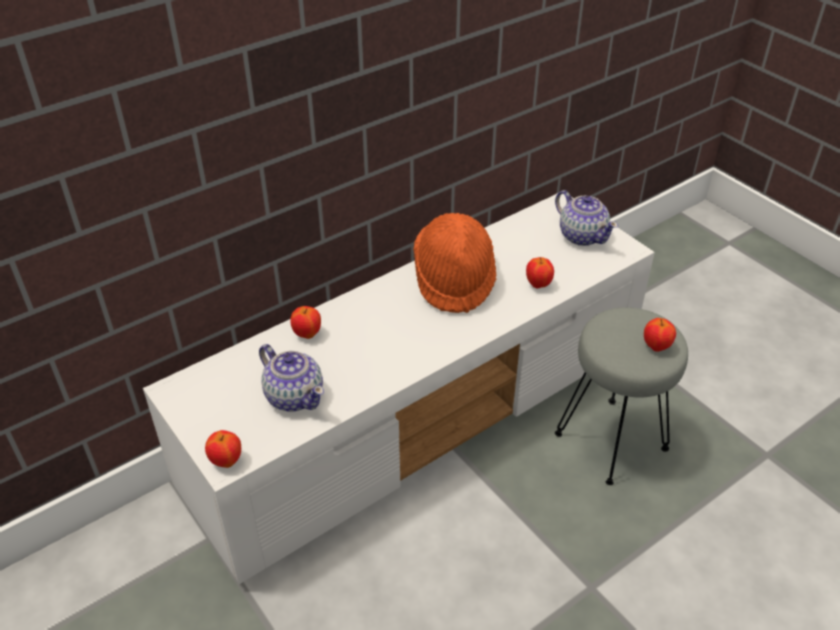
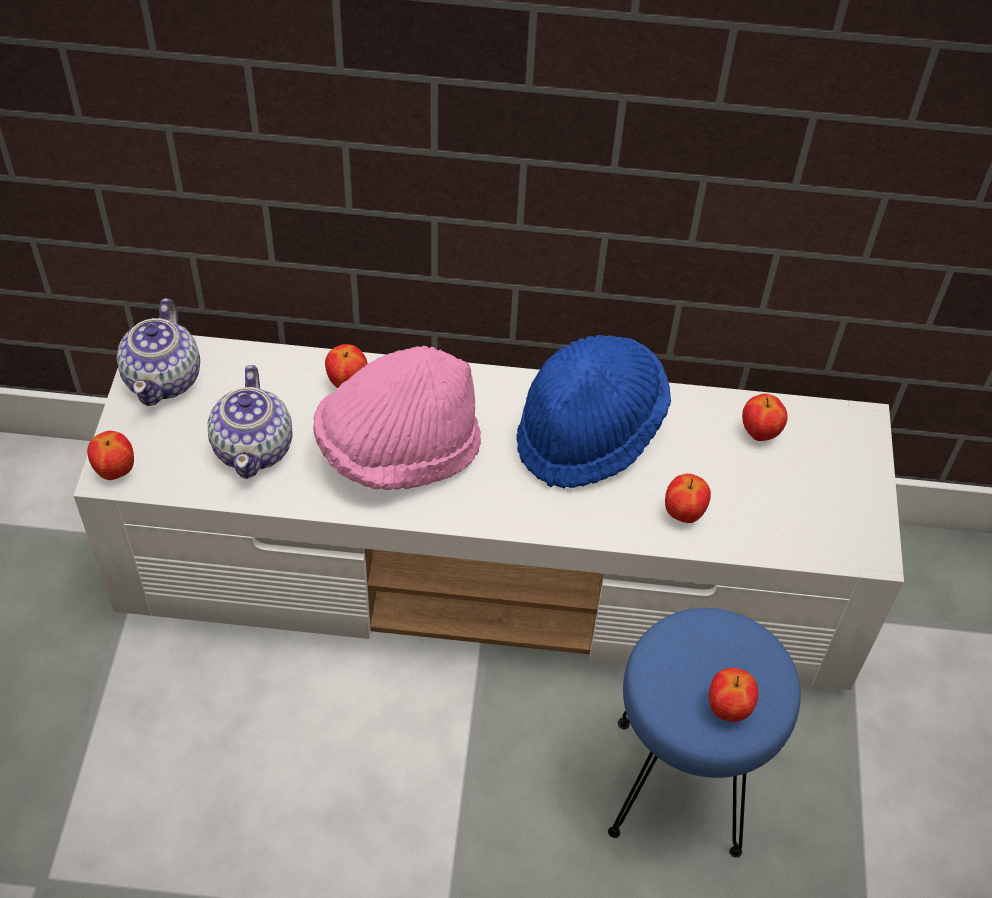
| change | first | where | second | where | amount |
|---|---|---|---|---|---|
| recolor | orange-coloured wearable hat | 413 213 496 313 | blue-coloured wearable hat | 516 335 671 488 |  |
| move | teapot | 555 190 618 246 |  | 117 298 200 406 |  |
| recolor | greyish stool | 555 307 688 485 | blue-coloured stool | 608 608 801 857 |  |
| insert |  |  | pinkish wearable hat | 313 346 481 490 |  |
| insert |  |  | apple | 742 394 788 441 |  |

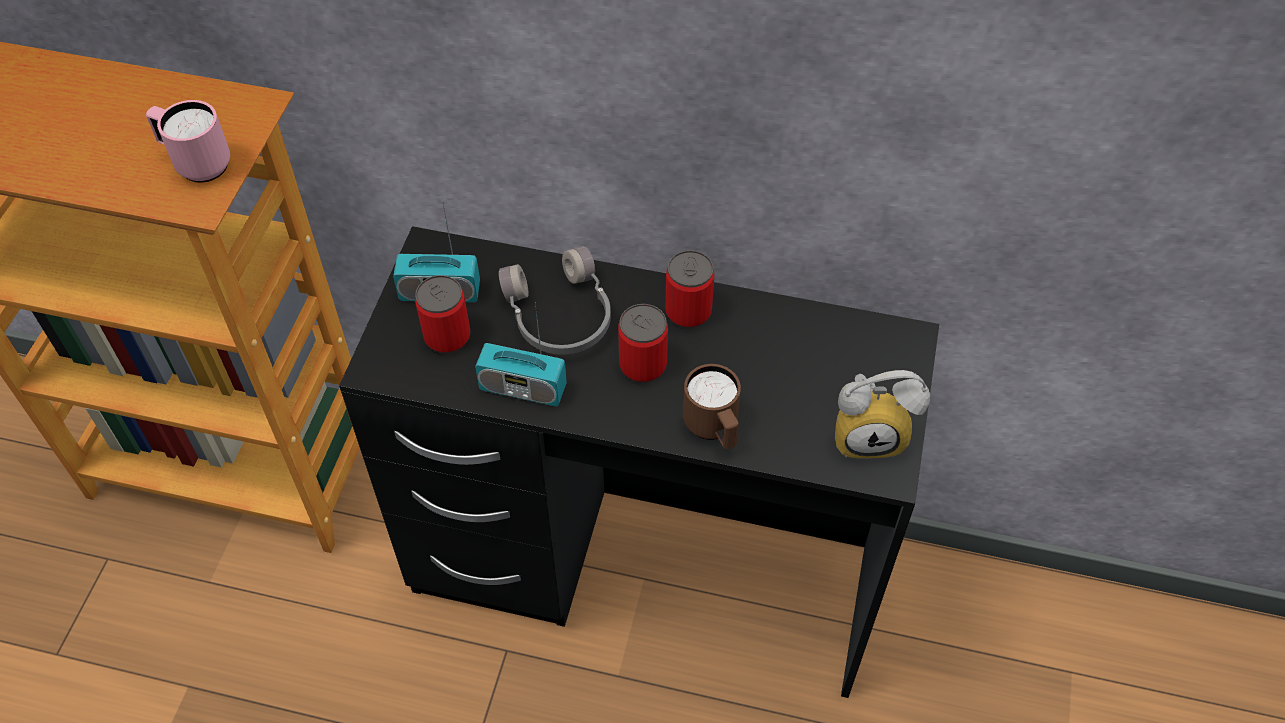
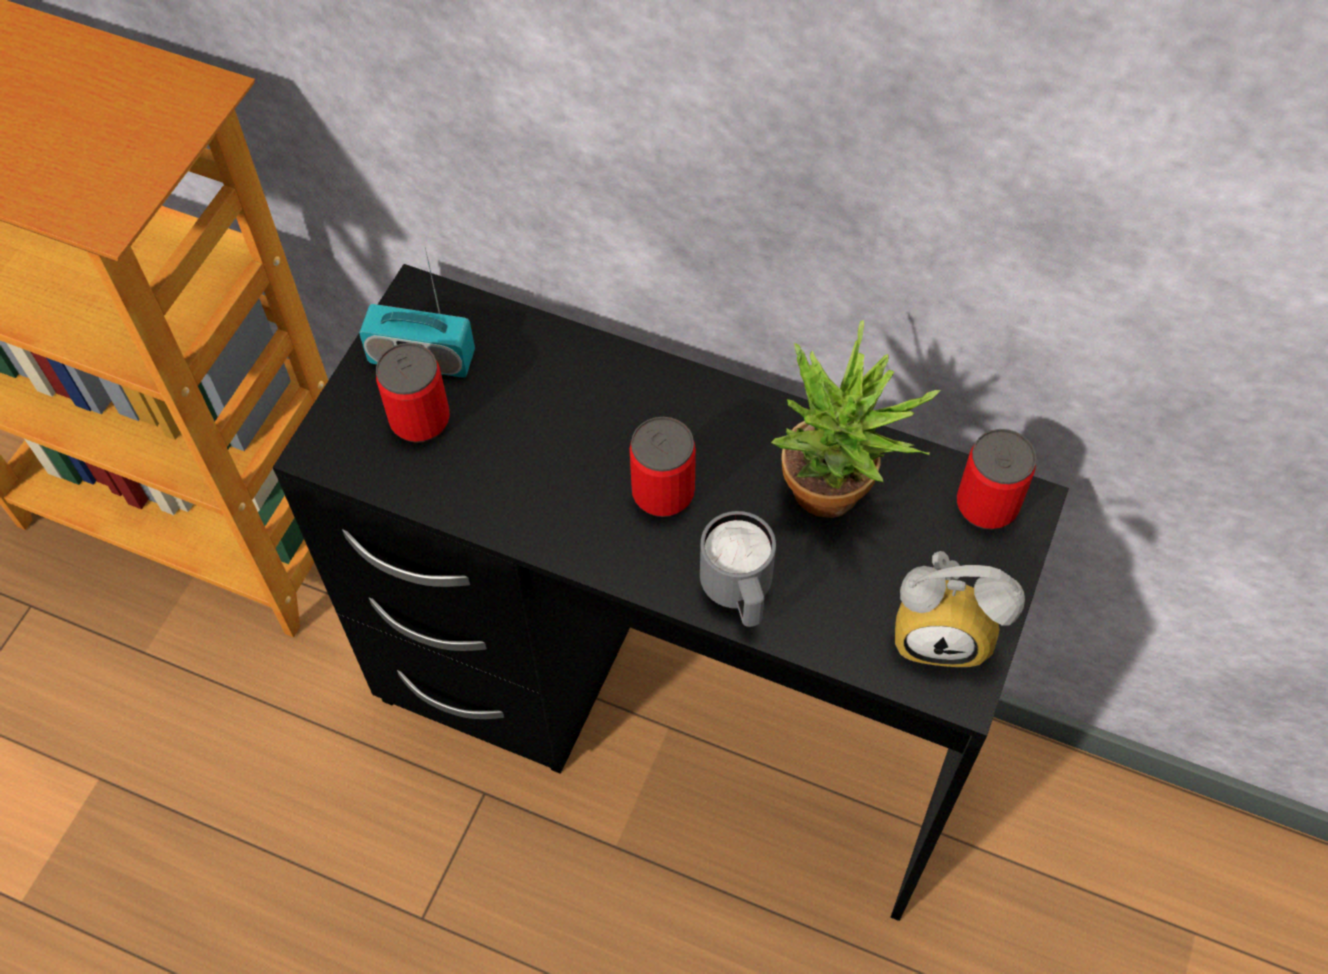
| change | first | where | second | where | amount |
|---|---|---|---|---|---|
| delete | pinkish mug | 146 100 230 183 |  |  |  |
| delete | radio set | 475 302 567 406 |  |  |  |
| delete | greyish headset | 499 246 611 355 |  |  |  |
| move | can | 665 250 714 328 |  | 957 429 1036 529 |  |
| recolor | brownish mug | 683 364 741 449 | greyish mug | 700 511 776 627 |  |
| insert |  |  | potted plant | 771 320 941 518 |  |

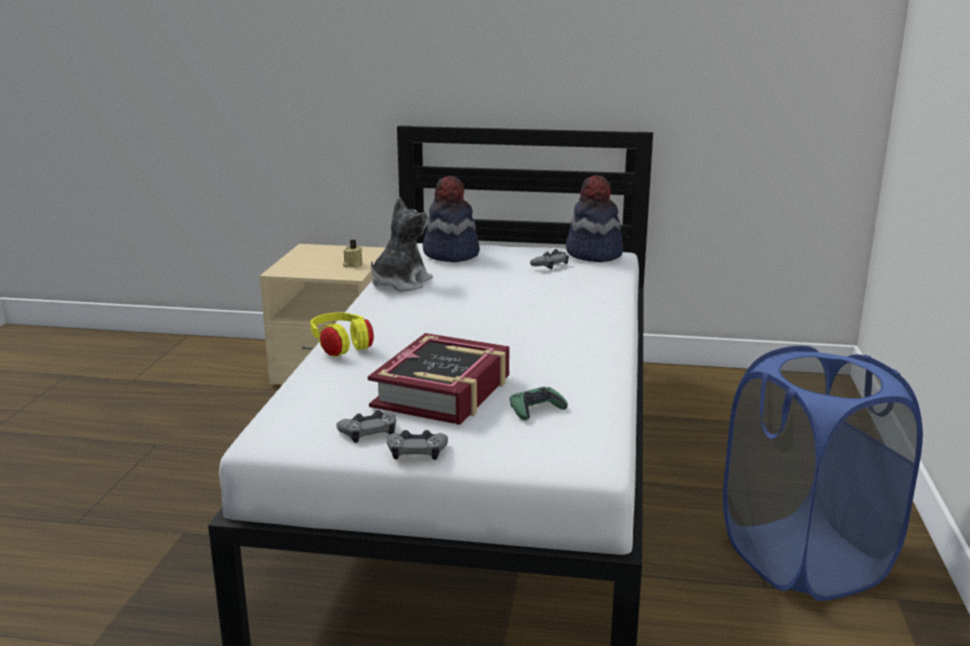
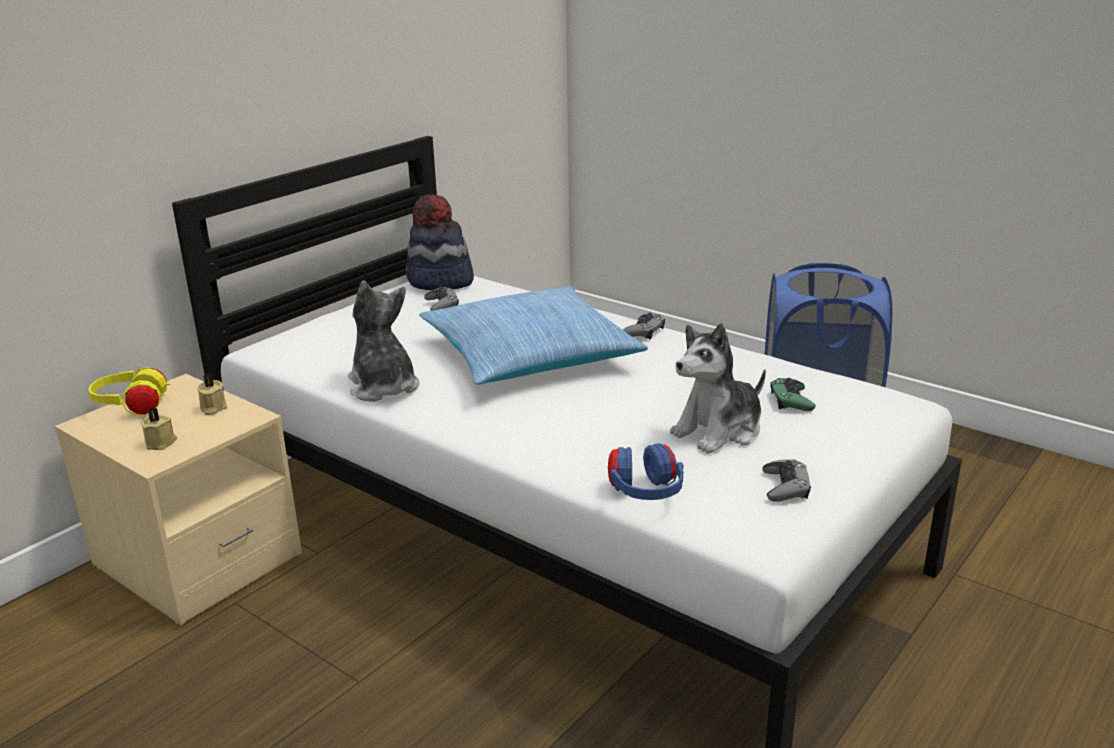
| change | first | where | second | where | amount |
|---|---|---|---|---|---|
| move | yellow-coloured headset | 310 312 374 357 |  | 89 367 171 415 |  |
| replace | bound book | 368 333 509 425 | plush toy | 670 323 766 454 |  |
| move | greyish joypad | 387 430 448 460 |  | 623 312 665 340 |  |
| delete | wearable hat | 423 175 480 262 |  |  |  |
| insert |  |  | sand-coloured wax candle | 141 408 177 450 |  |
| insert |  |  | cushion | 419 286 648 385 |  |
| insert |  |  | blue-coloured headset | 608 443 683 500 |  |

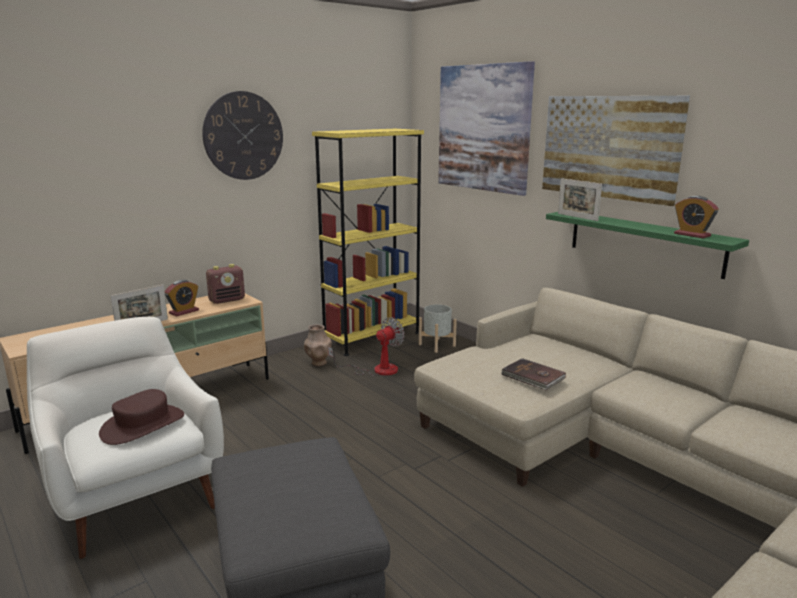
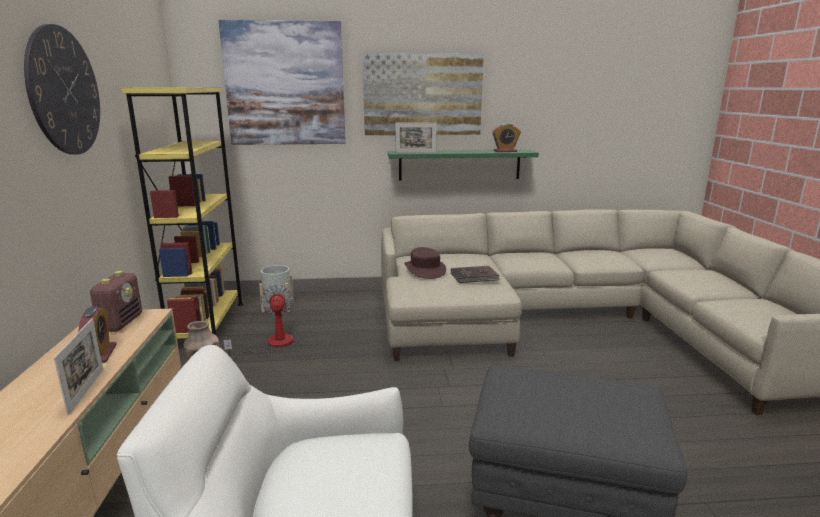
| change | first | where | second | where | amount |
|---|---|---|---|---|---|
| move | brownish wearable hat | 99 389 184 445 |  | 404 247 446 279 |  |

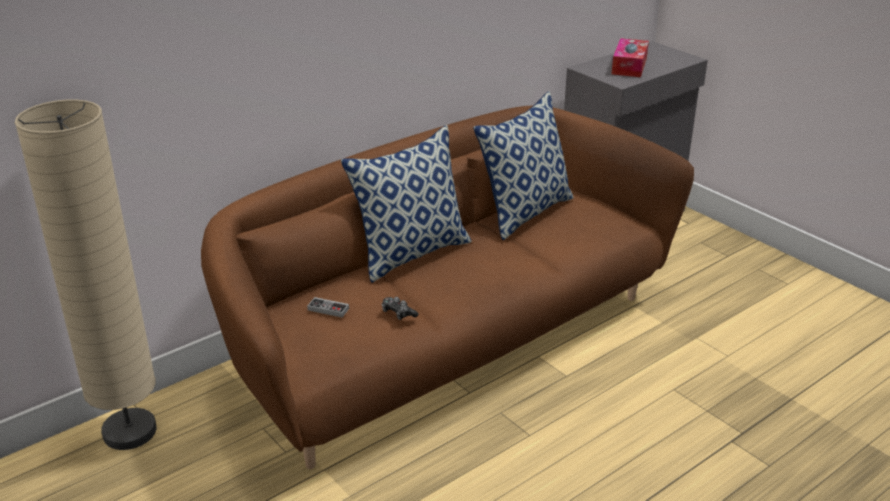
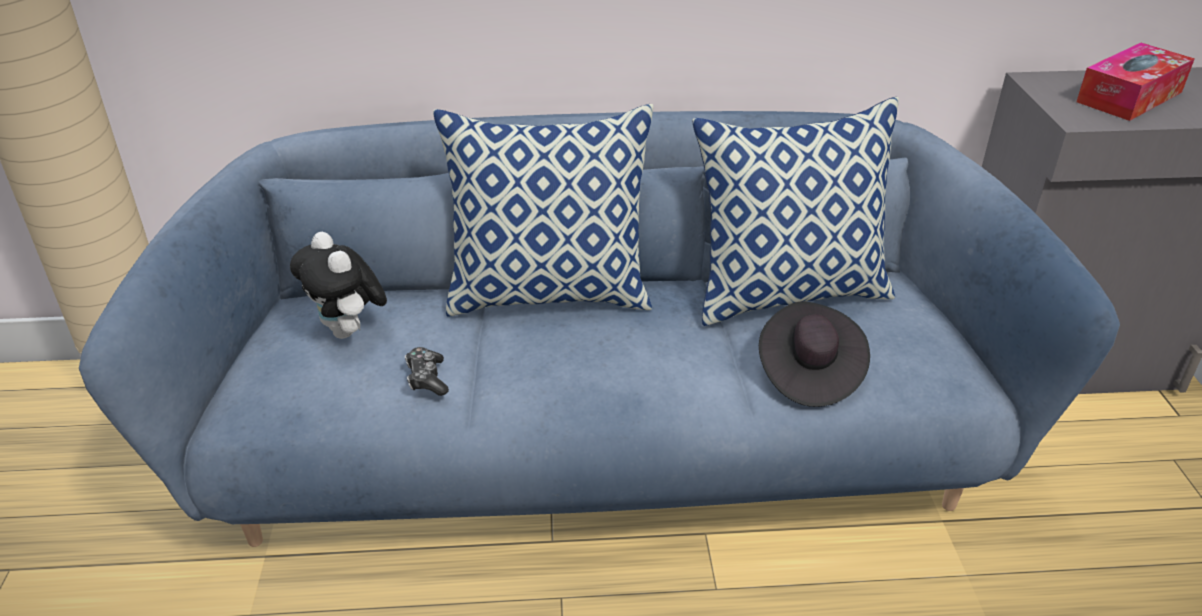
| change | first | where | second | where | amount |
|---|---|---|---|---|---|
| recolor | brownish settee | 201 105 694 469 | blue-coloured settee | 79 111 1120 547 |  |
| replace | joypad | 307 297 349 318 | plush toy | 290 232 387 339 |  |
| insert |  |  | black wearable hat | 759 301 870 407 |  |

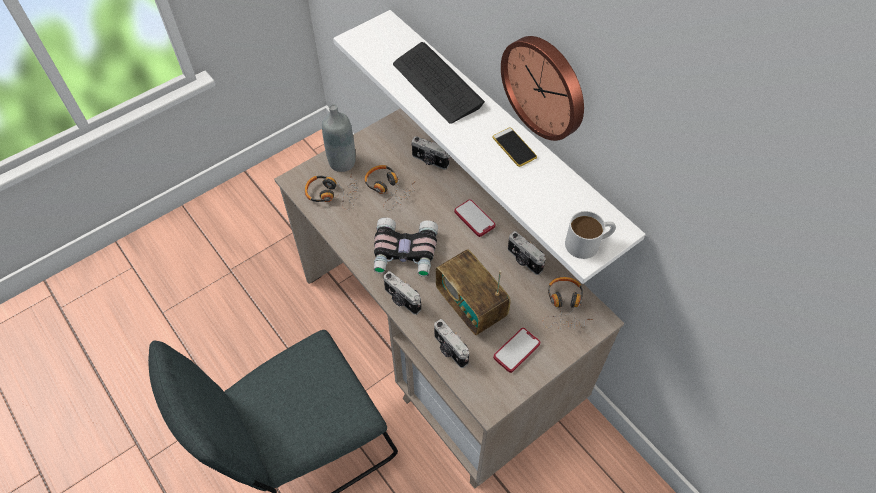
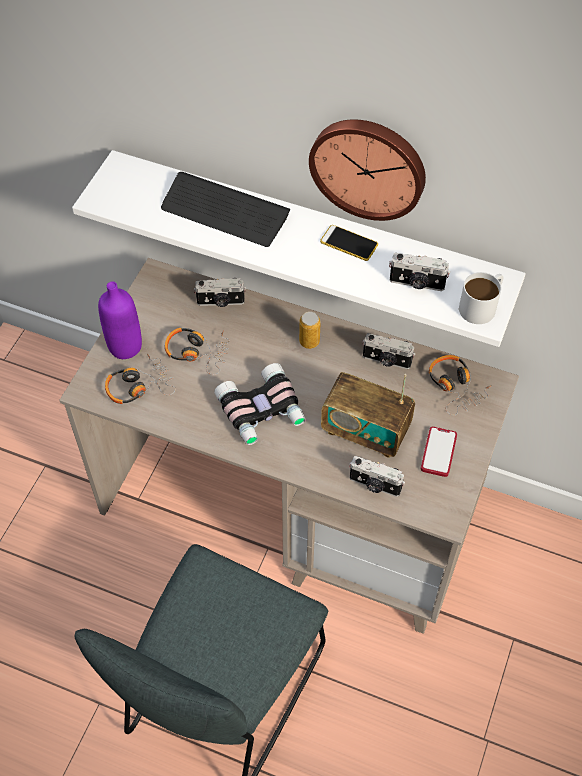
| change | first | where | second | where | amount |
|---|---|---|---|---|---|
| recolor | greyish beverage bottle | 322 104 356 172 | purple beverage bottle | 98 281 142 359 |  |
| move | still camera | 383 271 421 315 |  | 389 253 450 291 |  |
| replace | handset | 454 199 496 237 | can | 299 312 321 349 |  |

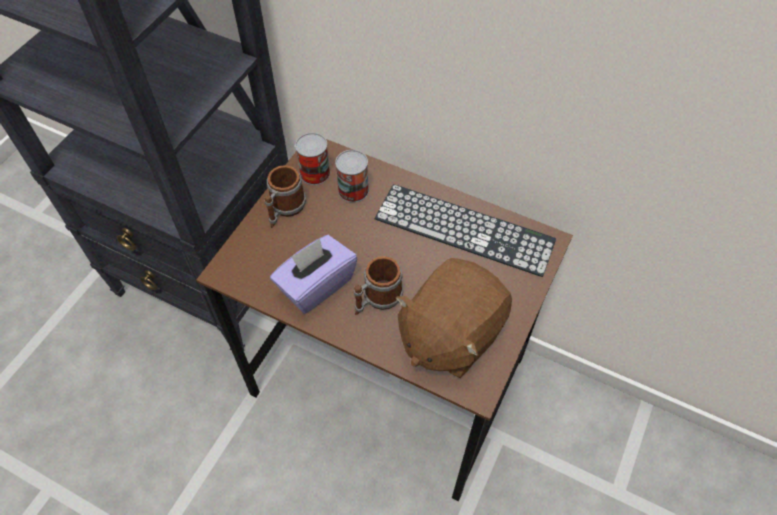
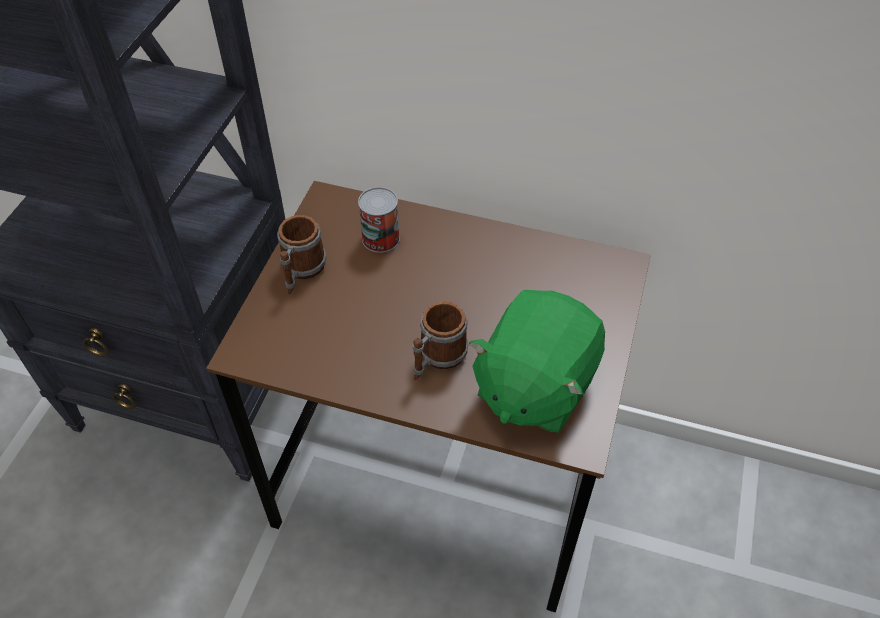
| change | first | where | second | where | amount |
|---|---|---|---|---|---|
| delete | purple box of tissues | 270 235 357 314 |  |  |  |
| delete | can | 295 133 330 185 |  |  |  |
| delete | PC keyboard | 375 184 556 277 |  |  |  |
| recolor | brownish plush toy | 395 258 512 378 | greenish plush toy | 469 290 605 433 |  |

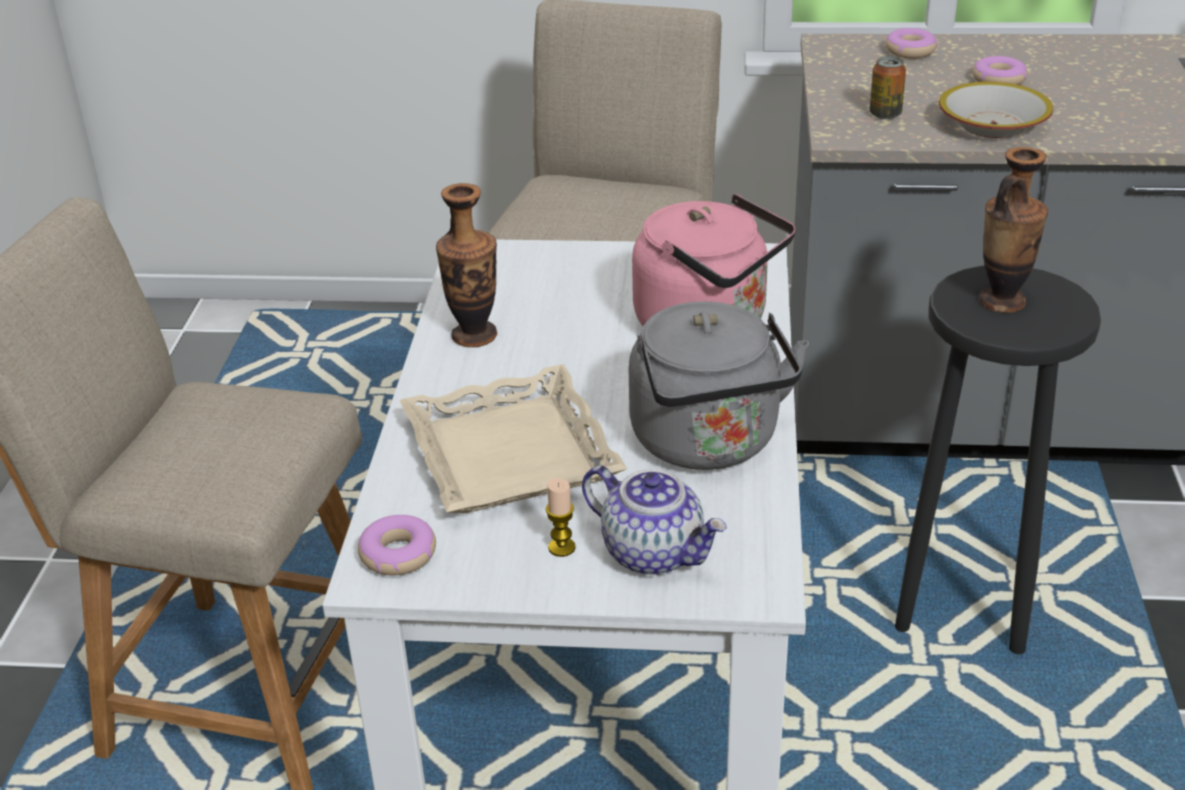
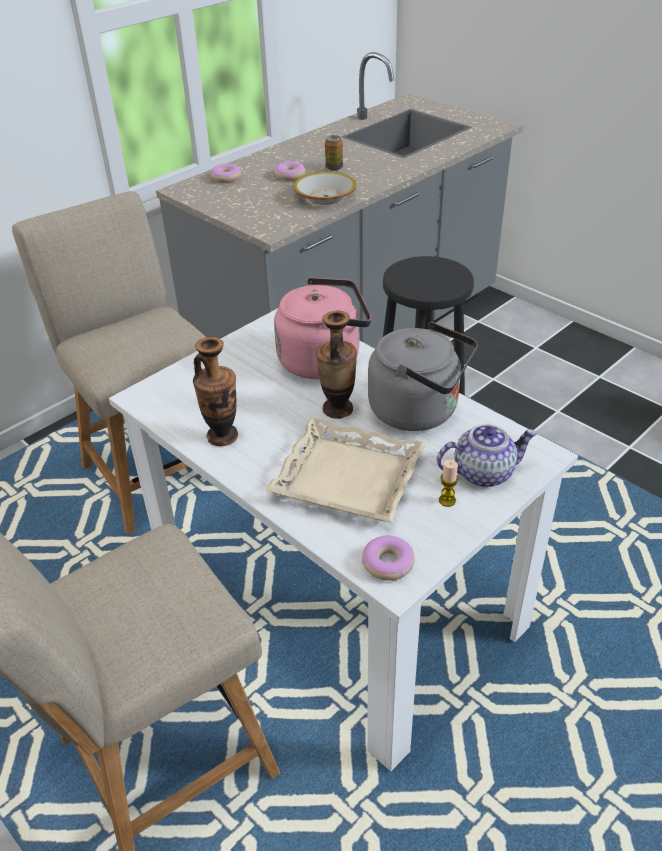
| change | first | where | second | where | amount |
|---|---|---|---|---|---|
| move | can | 870 56 906 119 |  | 325 135 343 171 |  |
| move | flower vase | 979 147 1048 313 |  | 316 311 357 419 |  |

